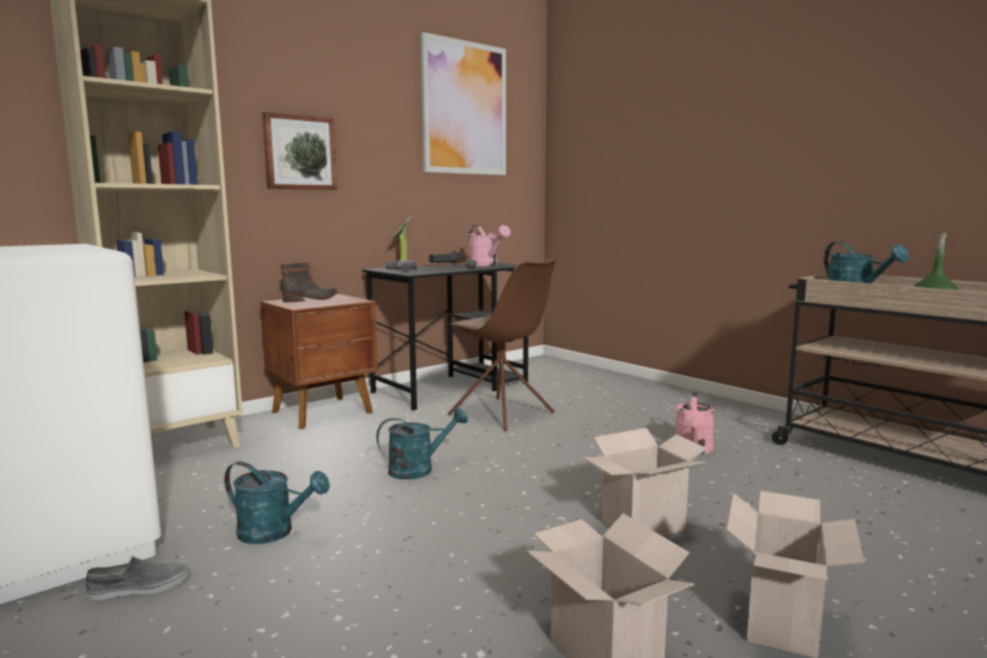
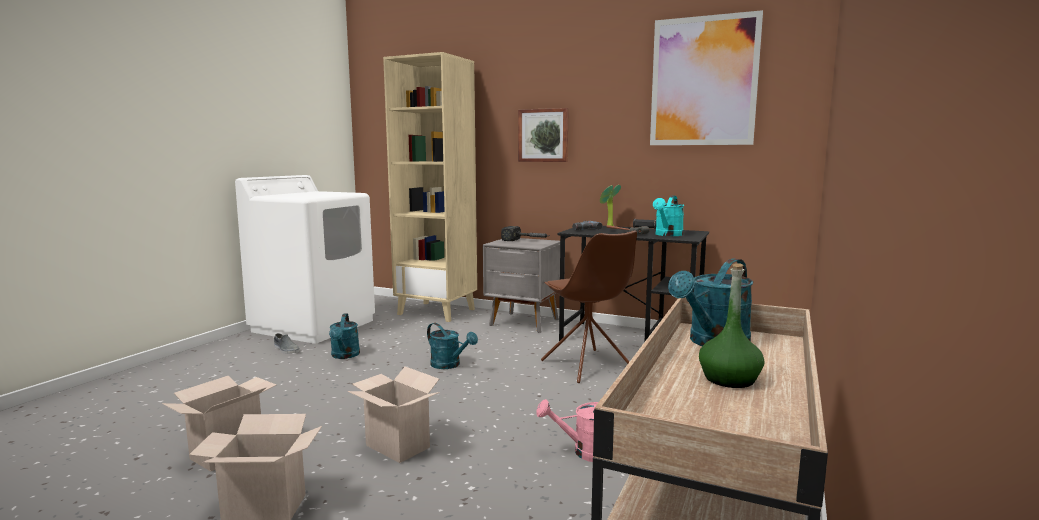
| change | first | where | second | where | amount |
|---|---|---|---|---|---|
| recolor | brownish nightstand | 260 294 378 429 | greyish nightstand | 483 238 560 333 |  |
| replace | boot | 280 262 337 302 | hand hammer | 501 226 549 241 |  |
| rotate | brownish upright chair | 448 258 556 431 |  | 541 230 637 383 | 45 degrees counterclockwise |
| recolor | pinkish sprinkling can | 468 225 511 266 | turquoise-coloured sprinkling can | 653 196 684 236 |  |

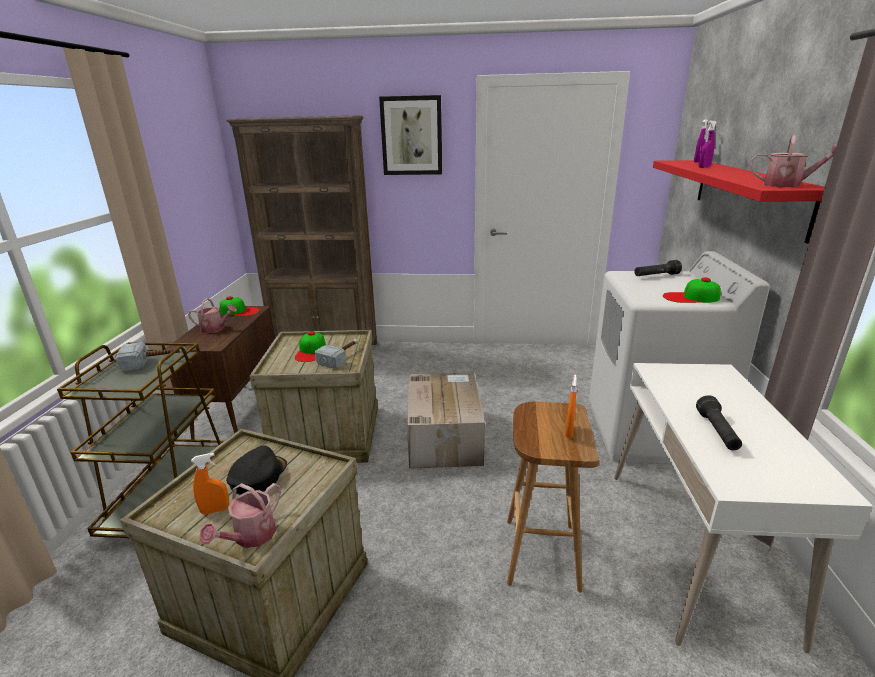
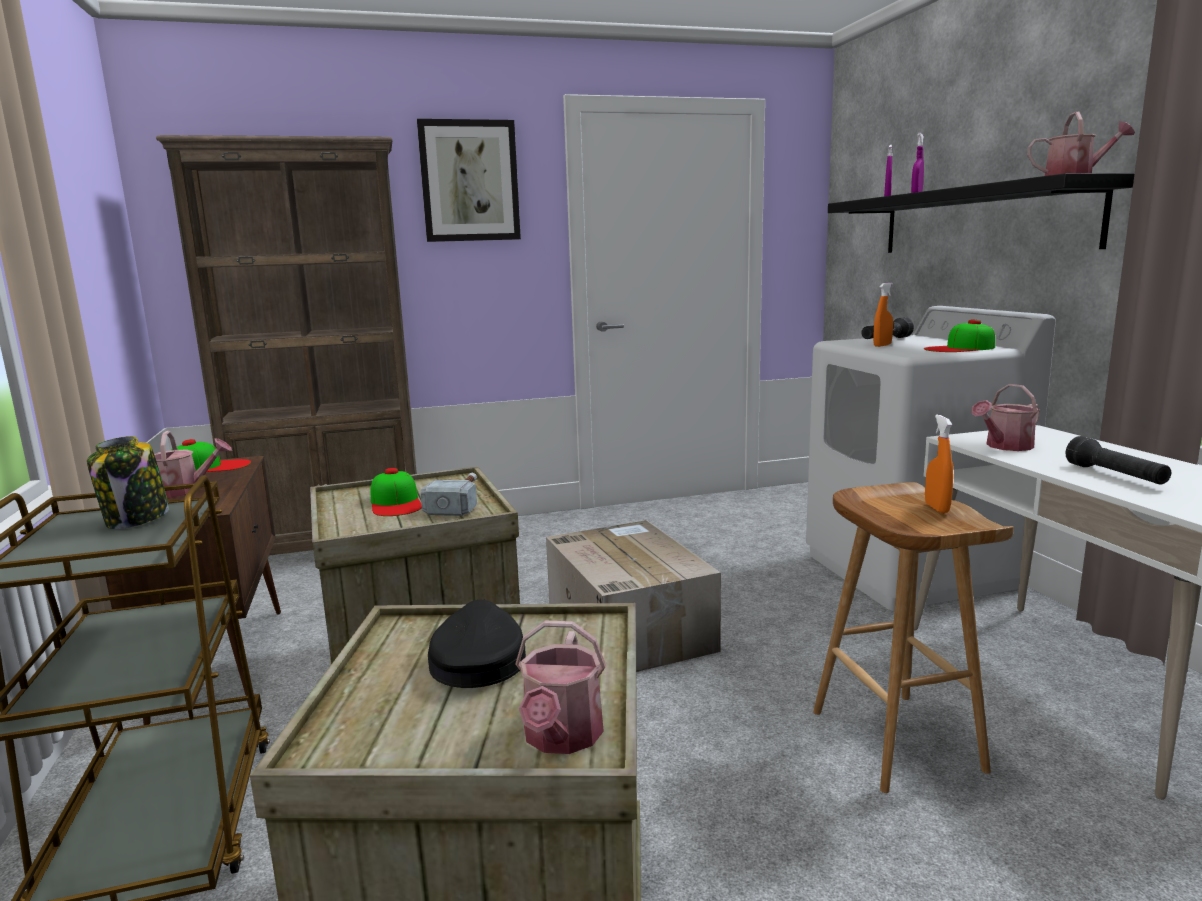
| change | first | where | second | where | amount |
|---|---|---|---|---|---|
| replace | hand hammer | 115 342 186 371 | storage jar | 87 436 169 529 |  |
| move | orange-coloured hand sprayer | 191 453 229 515 |  | 873 282 893 347 |  |
| recolor | red bracket shelf | 653 160 825 243 | black bracket shelf | 828 173 1135 253 |  |
| insert |  |  | sprinkling can | 971 384 1040 451 |  |

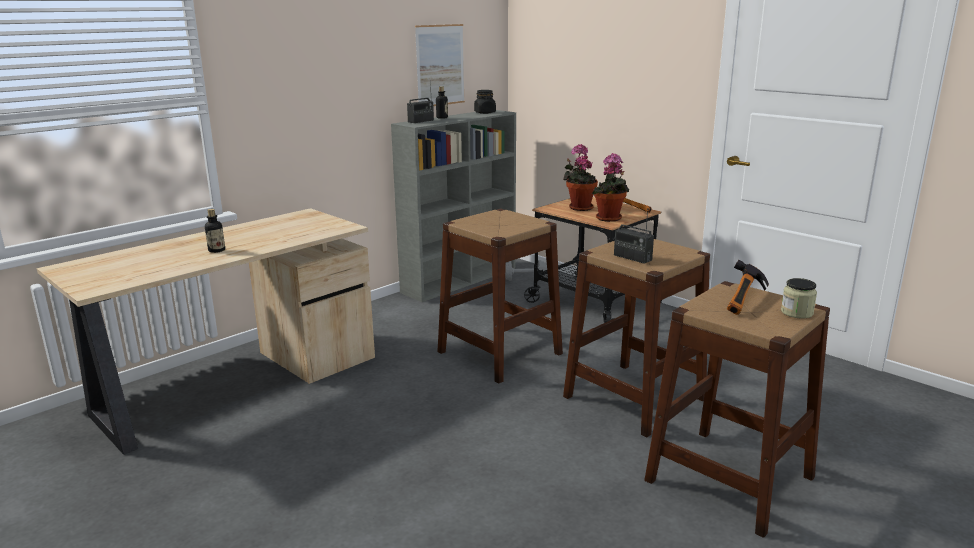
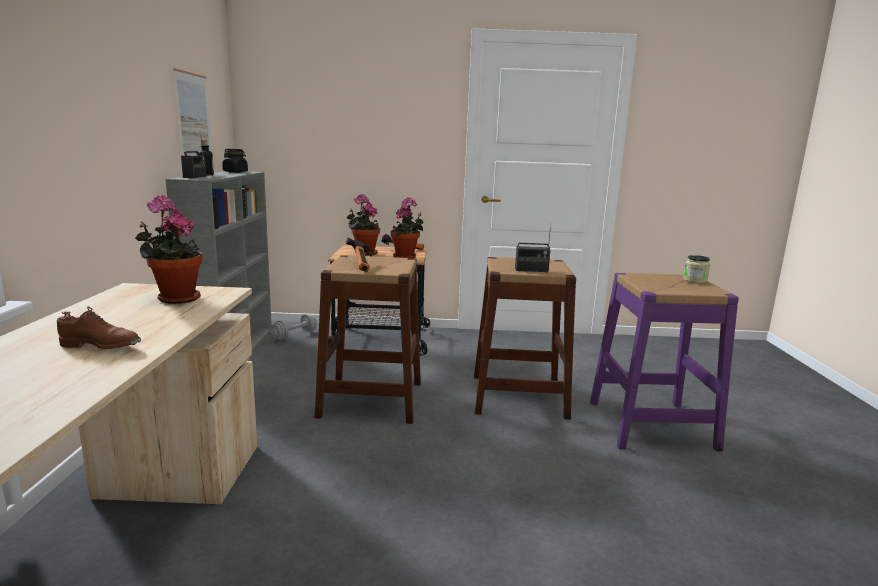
| change | first | where | second | where | amount |
|---|---|---|---|---|---|
| replace | beverage bottle | 205 209 225 253 | brownish shoe | 57 307 141 349 |  |
| recolor | brownish stool | 644 281 830 538 | purple stool | 590 273 739 451 |  |
| move | hand hammer | 727 260 769 315 |  | 346 238 374 272 |  |
| insert |  |  | potted plant | 135 195 203 304 |  |

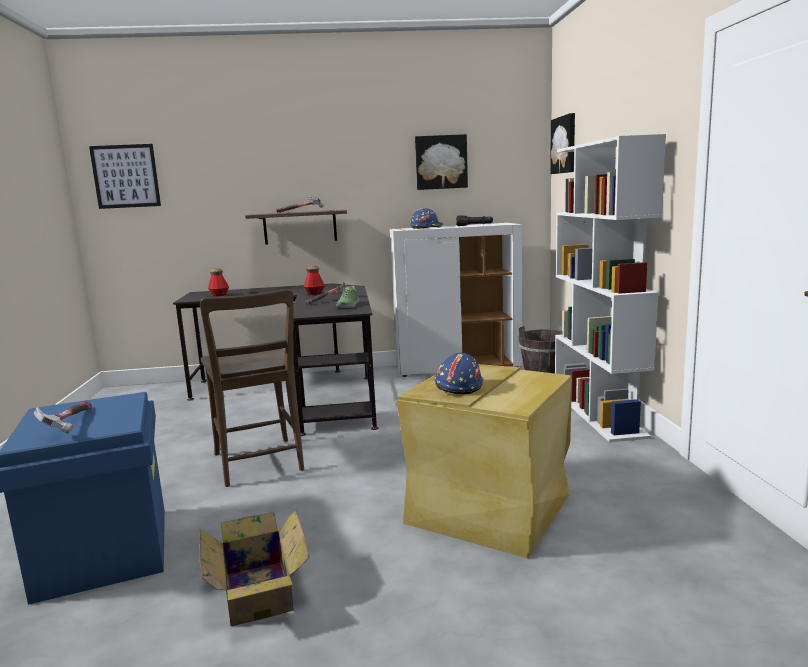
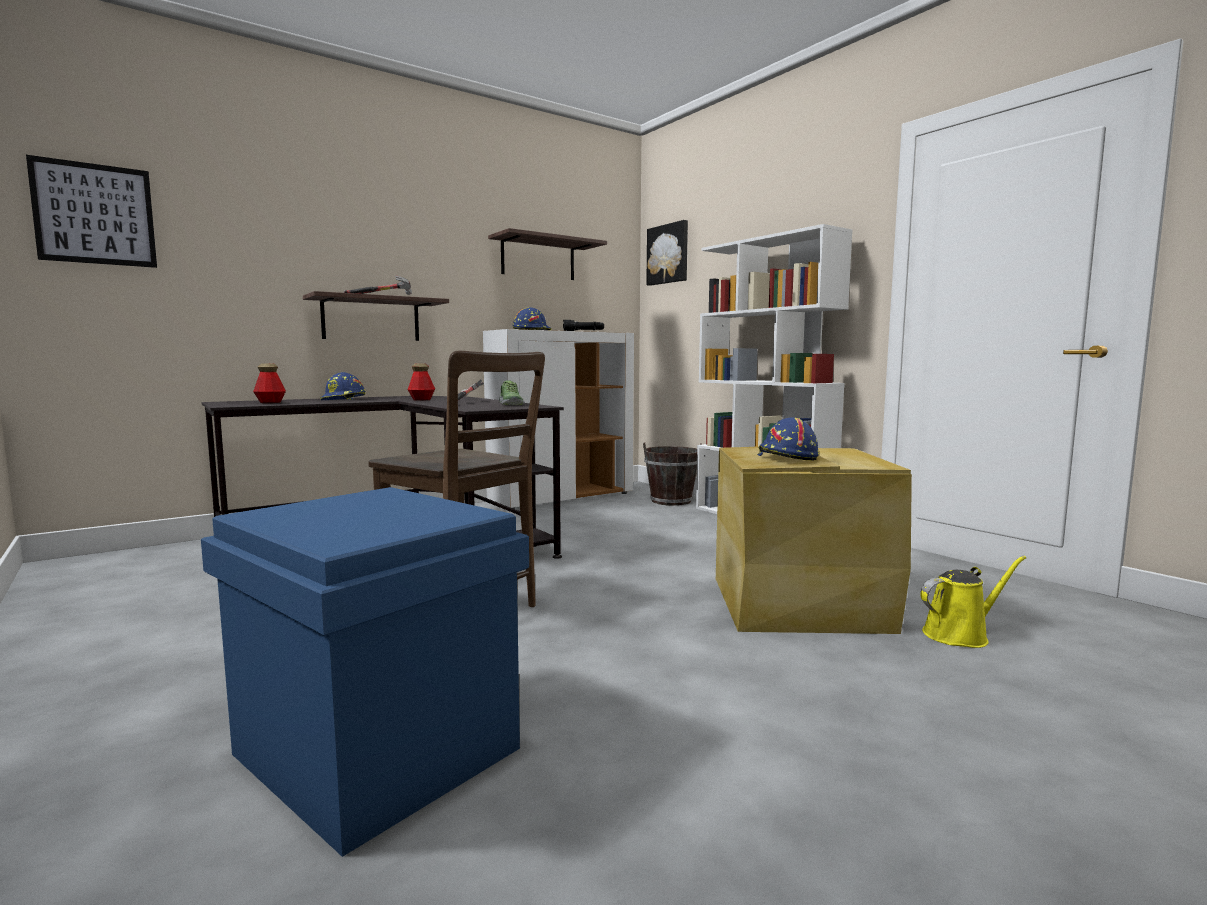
| change | first | where | second | where | amount |
|---|---|---|---|---|---|
| delete | hand hammer | 34 401 92 434 |  |  |  |
| delete | packing box | 199 510 310 626 |  |  |  |
| replace | wall art | 415 134 468 190 | bracket shelf | 488 228 607 280 |  |
| insert |  |  | blue-coloured hard hat | 320 372 365 400 |  |
| insert |  |  | yellow-coloured sprinkling can | 920 556 1026 648 |  |

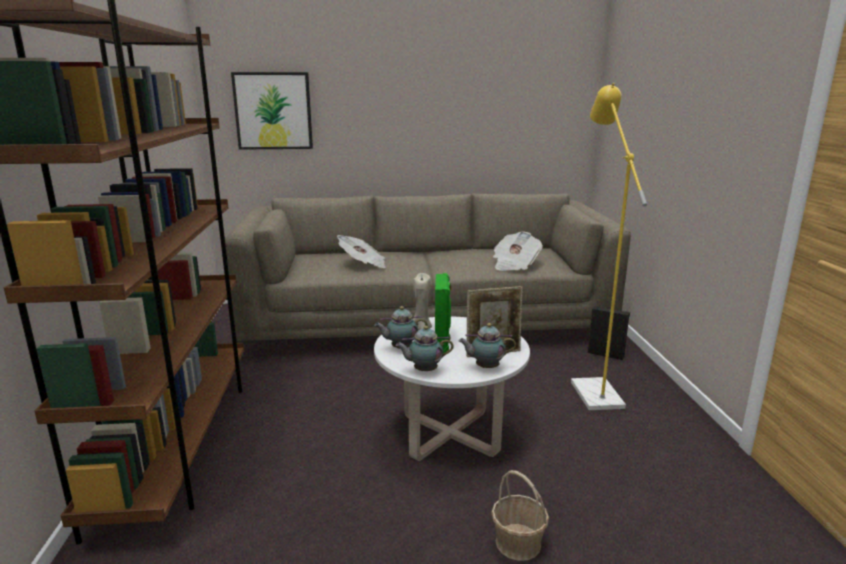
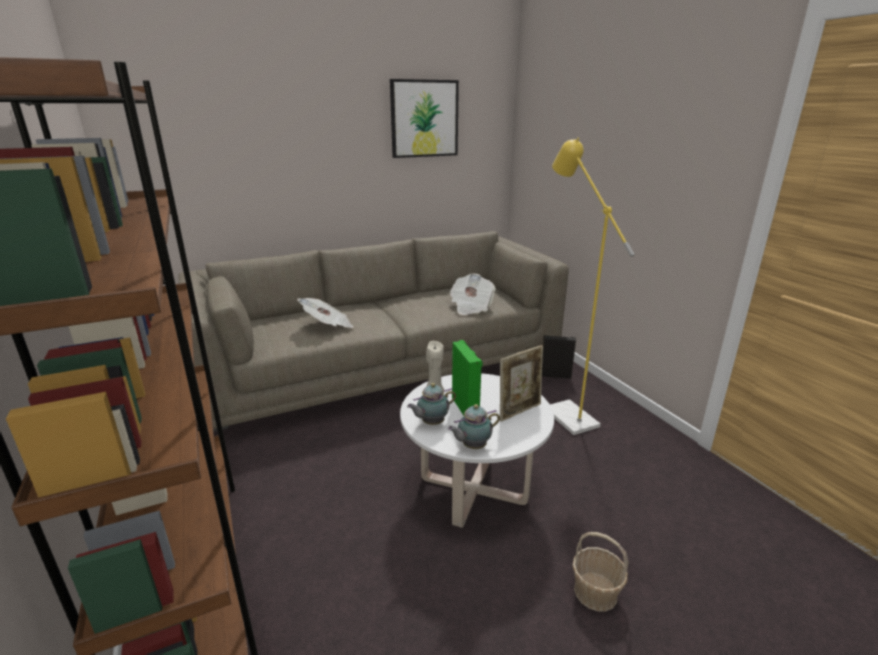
| change | first | where | second | where | amount |
|---|---|---|---|---|---|
| move | wall art | 231 72 313 150 |  | 390 79 459 158 |  |
| delete | teapot | 459 323 516 368 |  |  |  |

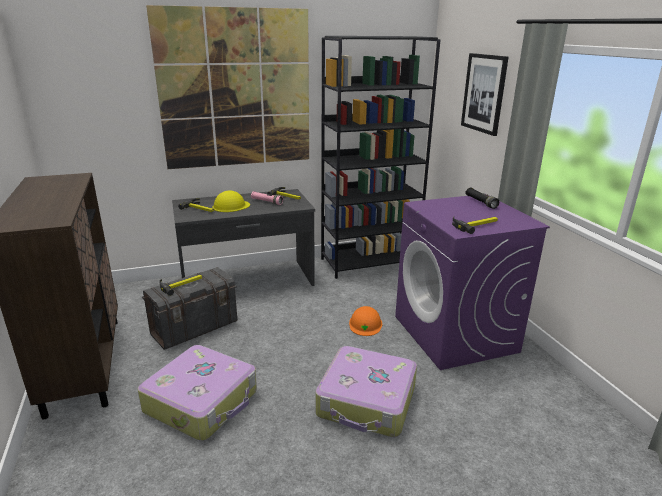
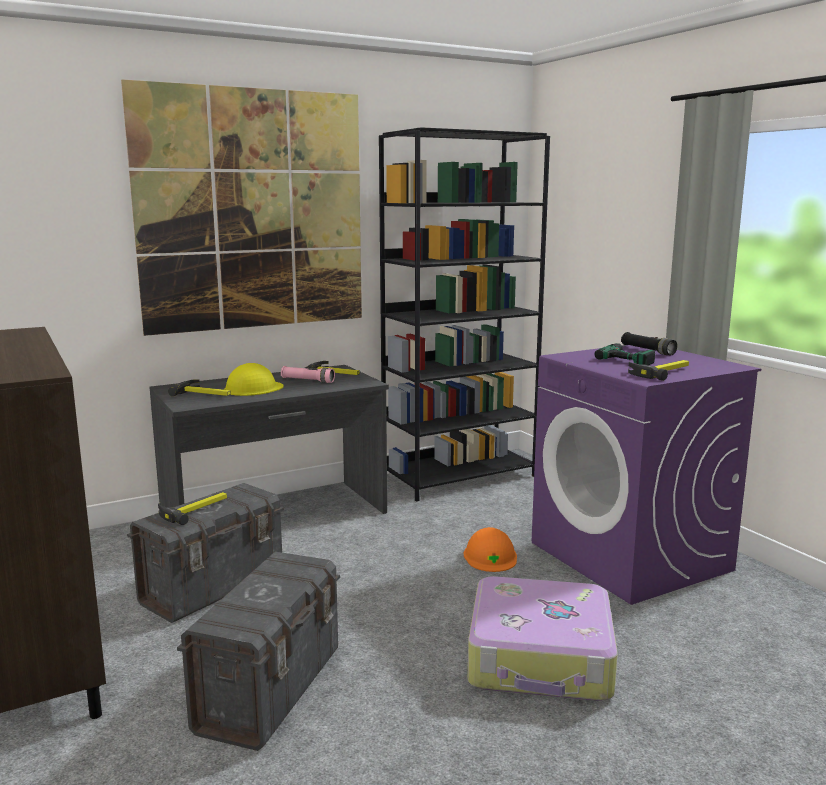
| change | first | where | second | where | amount |
|---|---|---|---|---|---|
| replace | travel case | 138 345 257 441 | greyish storage container | 177 551 340 751 |  |
| delete | wall art | 461 53 509 136 |  |  |  |
| insert |  |  | electric drill | 595 343 655 365 |  |

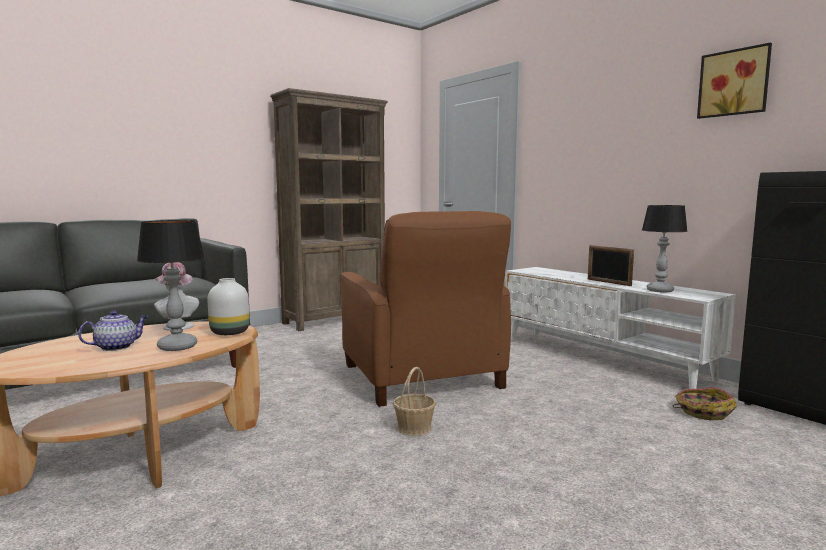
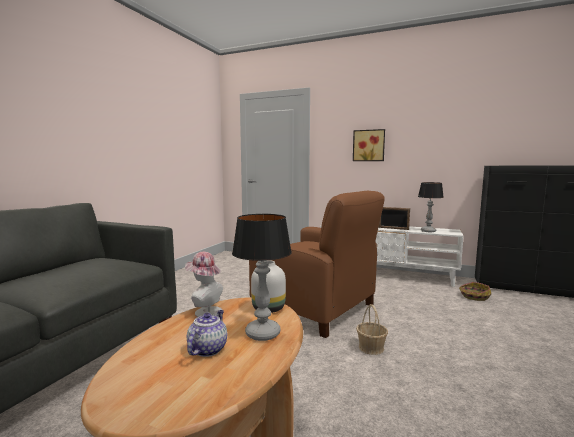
| change | first | where | second | where | amount |
|---|---|---|---|---|---|
| delete | brownish shelving unit | 270 88 388 331 |  |  |  |
| move | wall art | 697 42 772 119 |  | 353 129 385 161 |  |

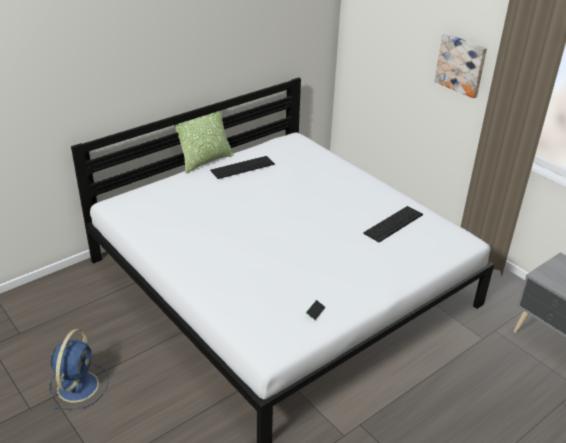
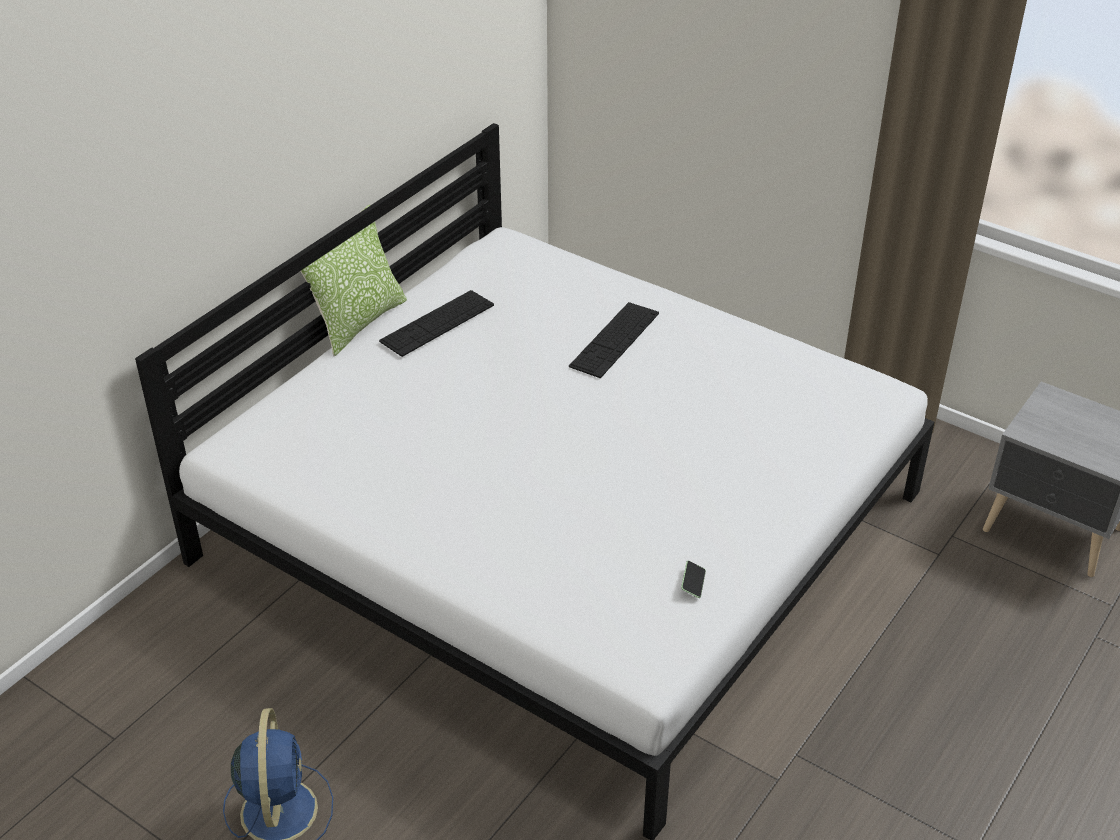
| change | first | where | second | where | amount |
|---|---|---|---|---|---|
| move | PC keyboard | 363 206 423 242 |  | 569 302 659 378 |  |
| delete | wall art | 435 33 487 98 |  |  |  |

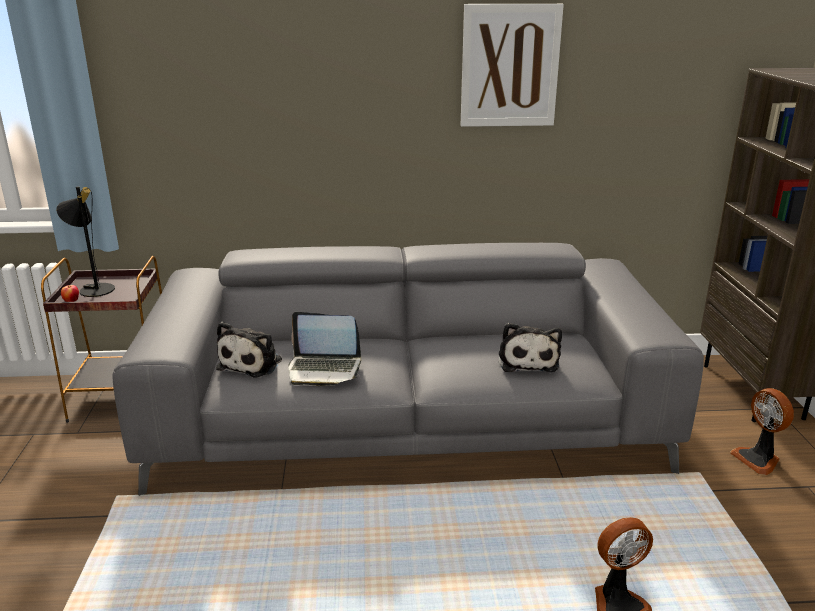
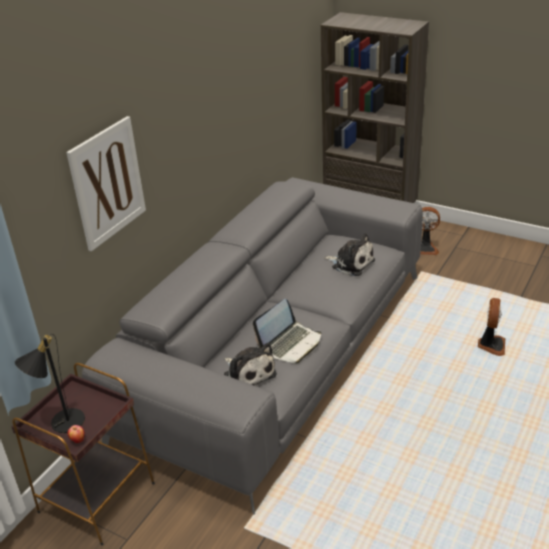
| change | first | where | second | where | amount |
|---|---|---|---|---|---|
| move | wall art | 461 4 564 127 |  | 66 116 146 252 |  |

